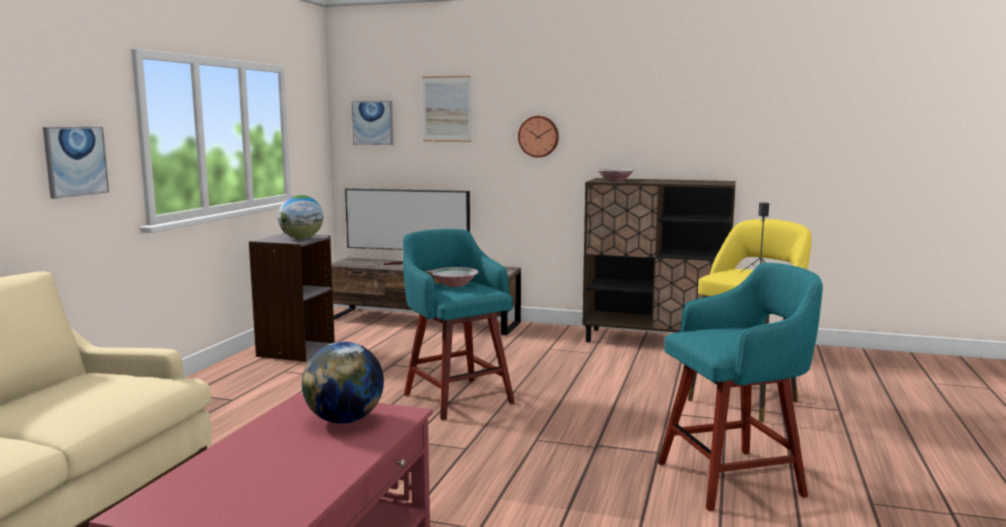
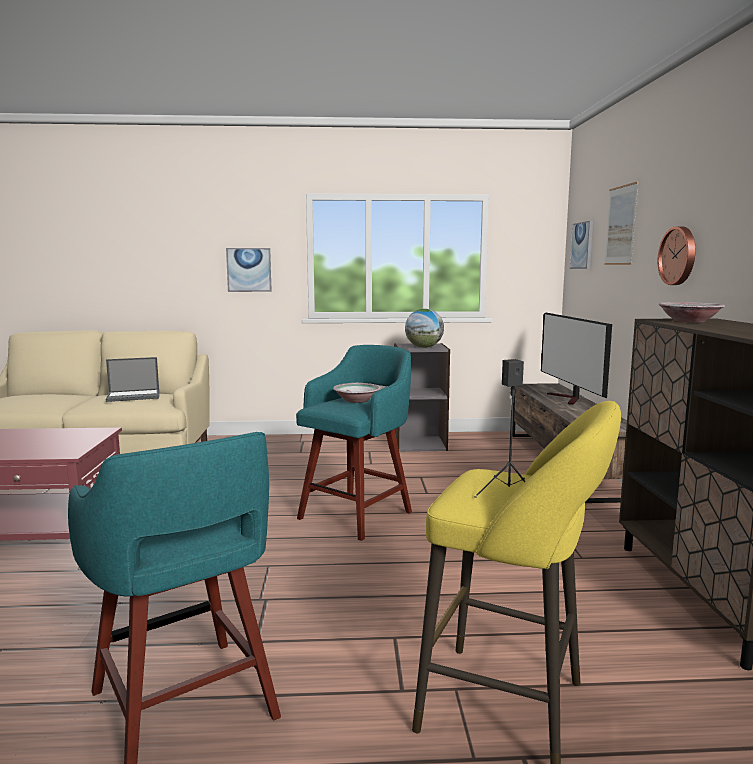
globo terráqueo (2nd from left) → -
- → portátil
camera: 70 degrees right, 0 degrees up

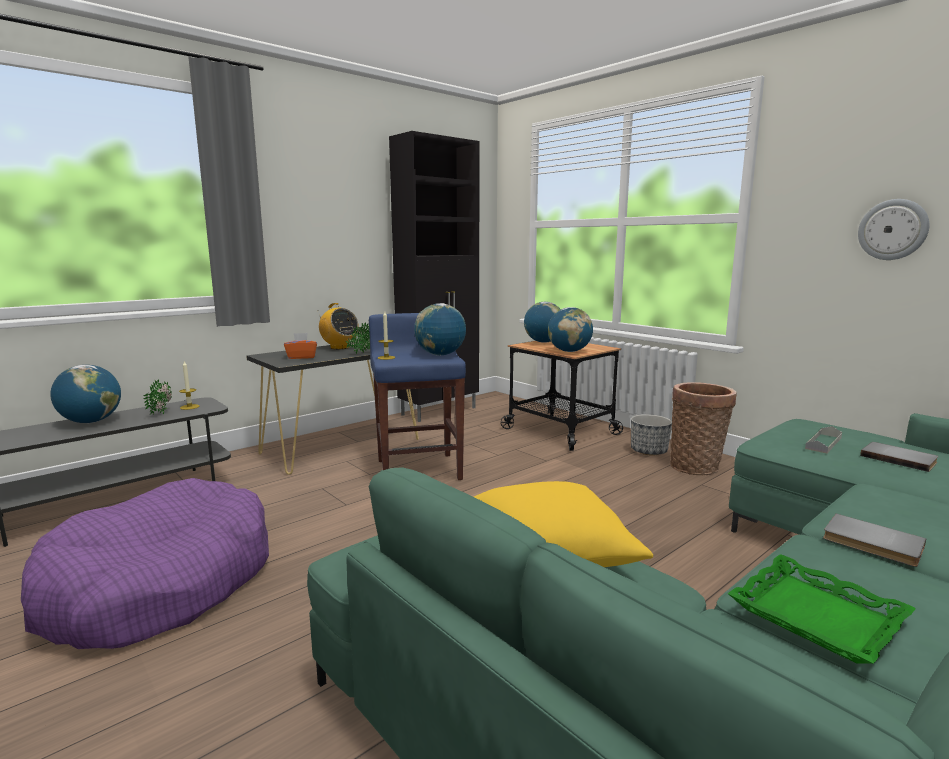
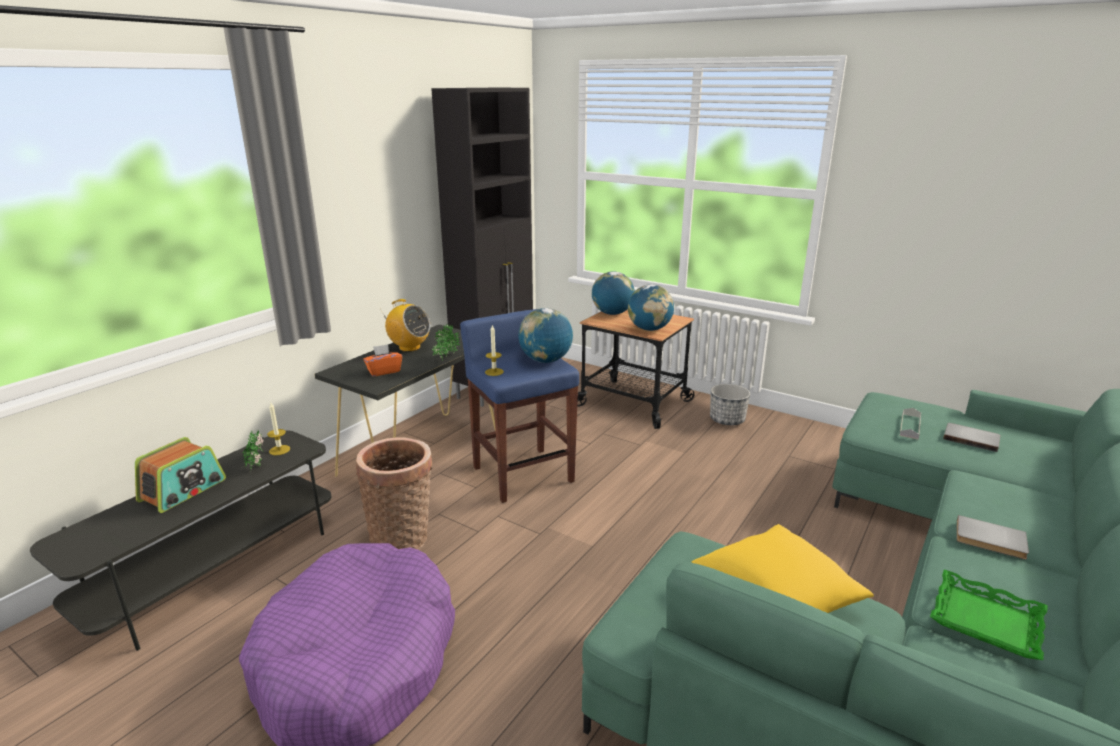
reloj de pared → -
globo terráqueo (1st from left) → radio (1st from left)
cesta, move
camera: 15 degrees left, 10 degrees up

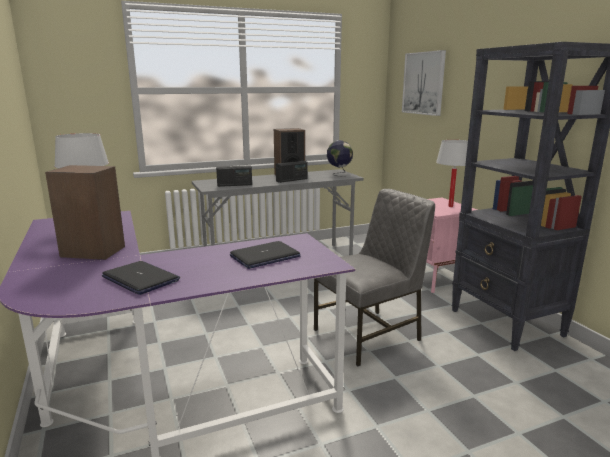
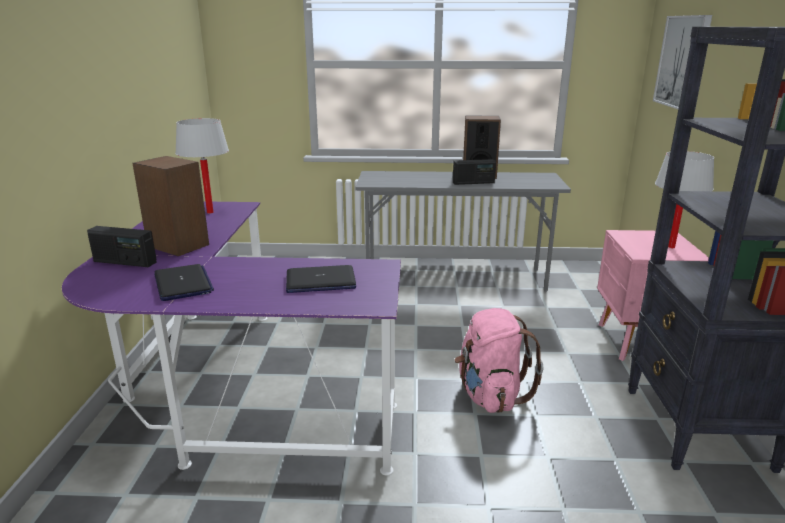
globo terráqueo → -
radio (1st from left), move
silla [gris] → mochila [rosa]
camera: 25 degrees right, 5 degrees up

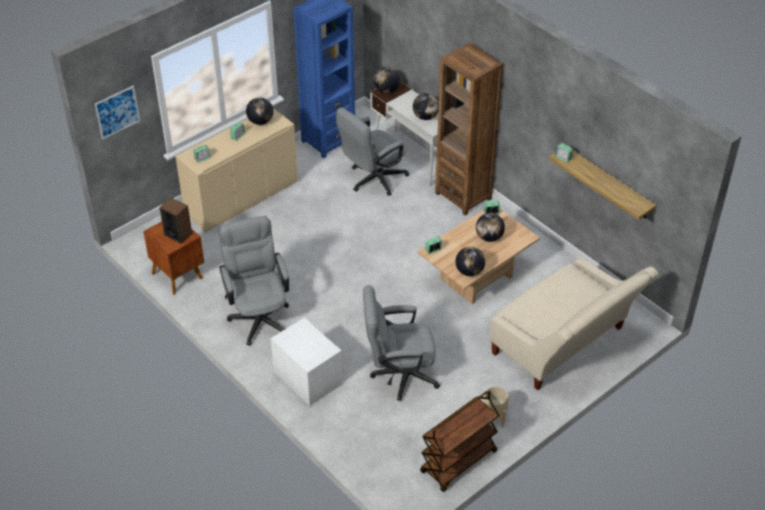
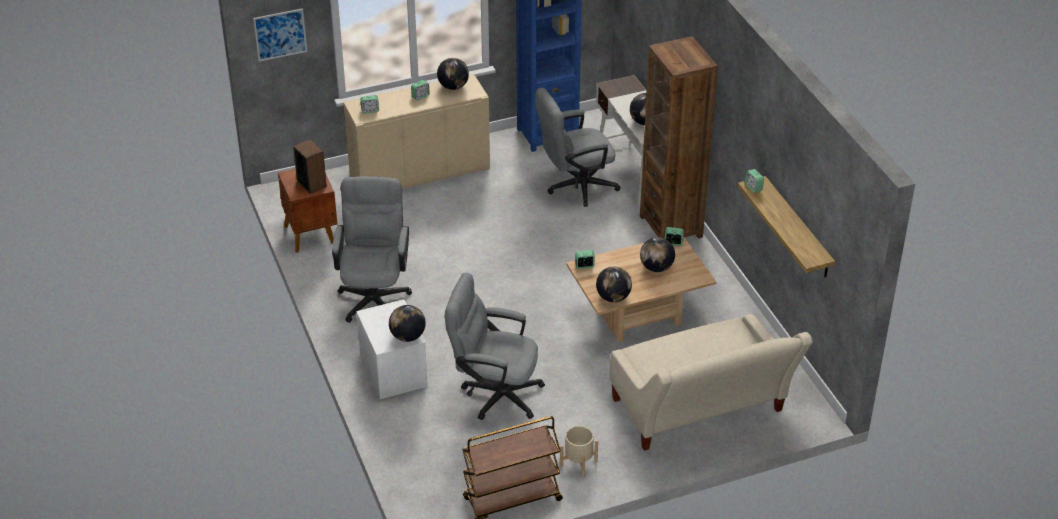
globo terráqueo (2nd from left in the first image) → globo terráqueo (1st from left), move
camera: 20 degrees right, 5 degrees down

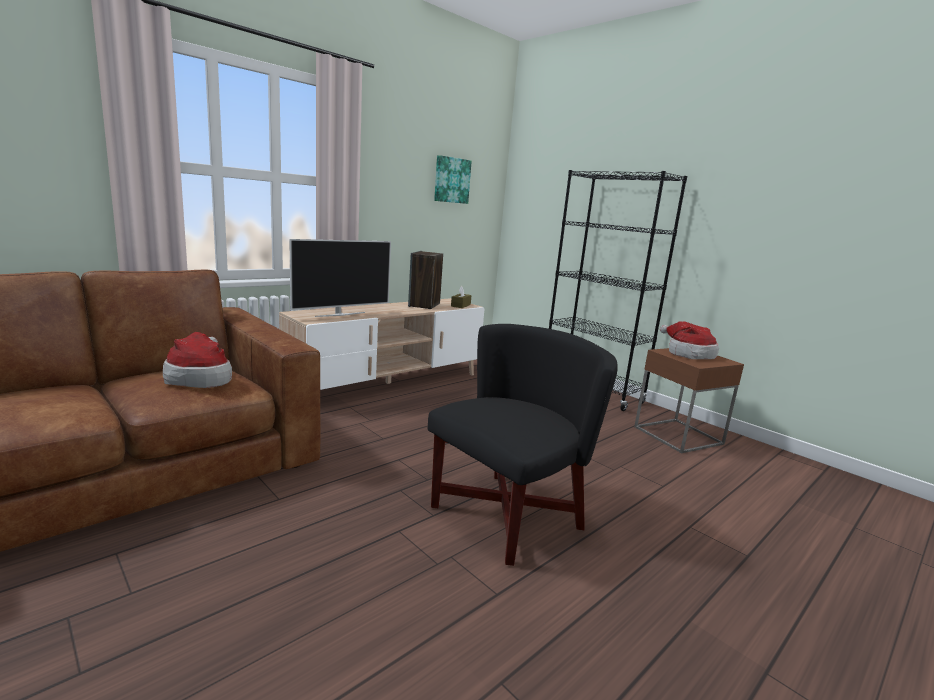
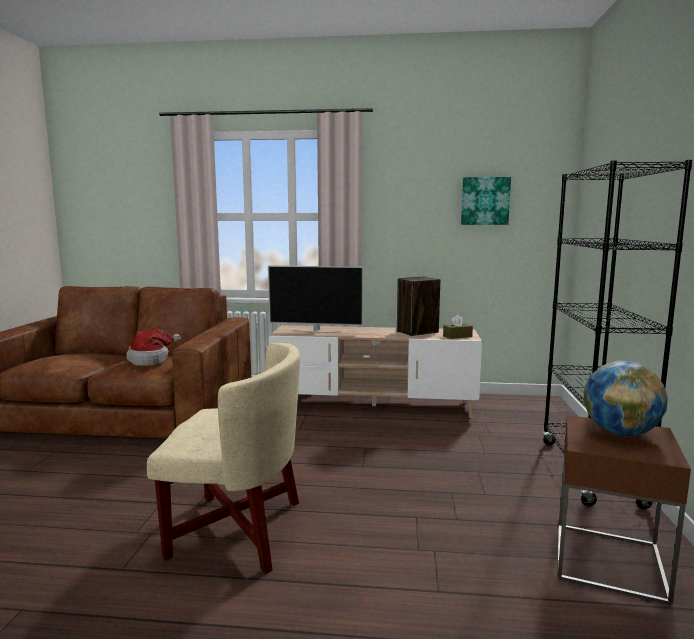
sombrero (2nd from left) → globo terráqueo
sillón [negro] → sillón [beis]
camera: 50 degrees right, 5 degrees down

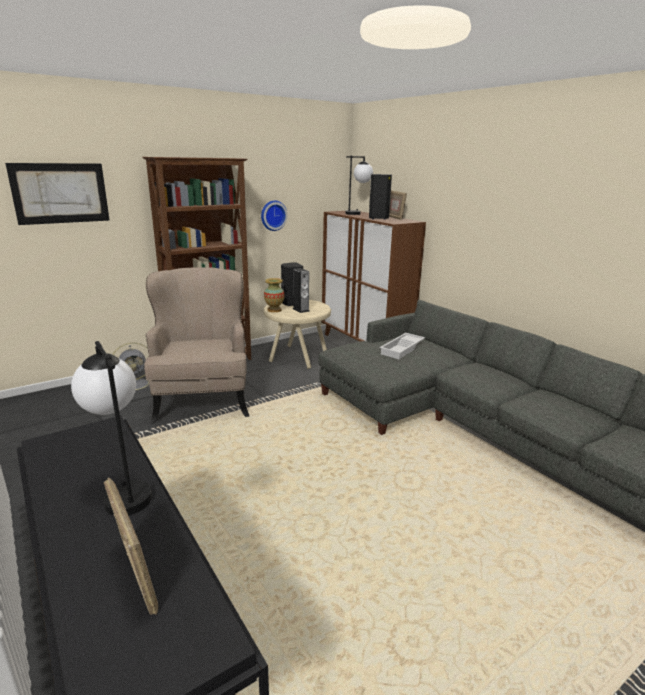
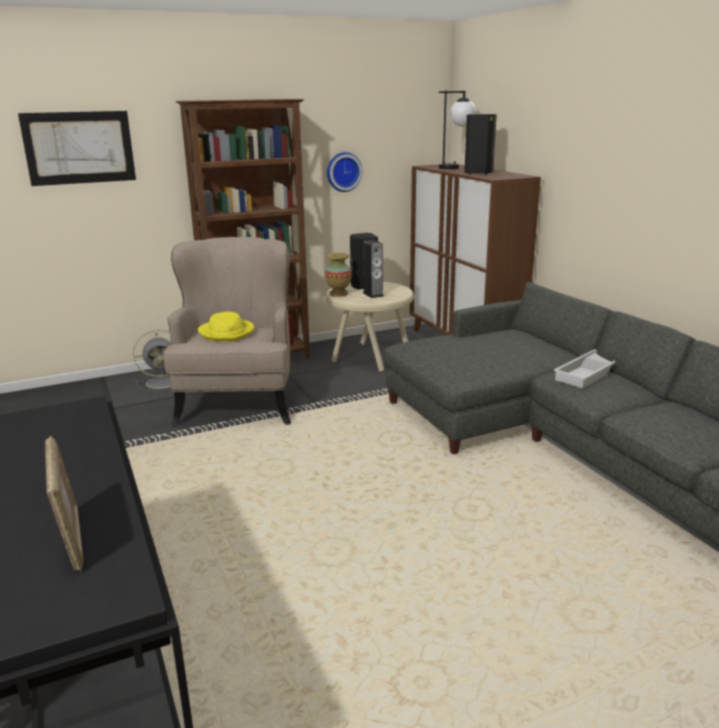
portarretratos (2nd from left) → -
bandeja [blanco], move
lámpara de mesa (1st from left) → -
- → sombrero [amarillo]
camera: 10 degrees right, 0 degrees up

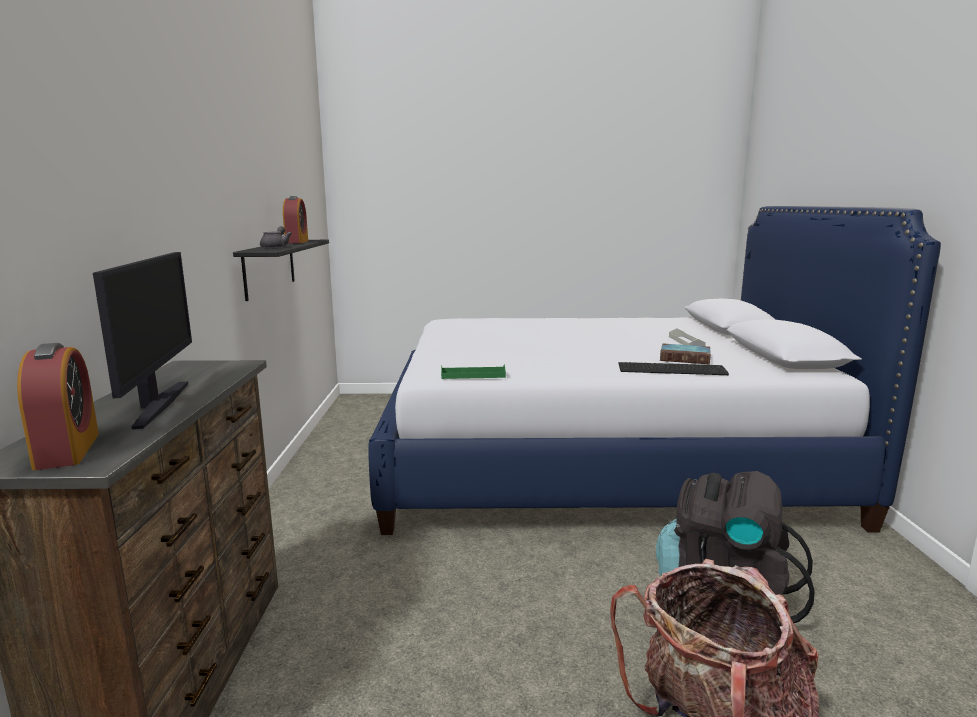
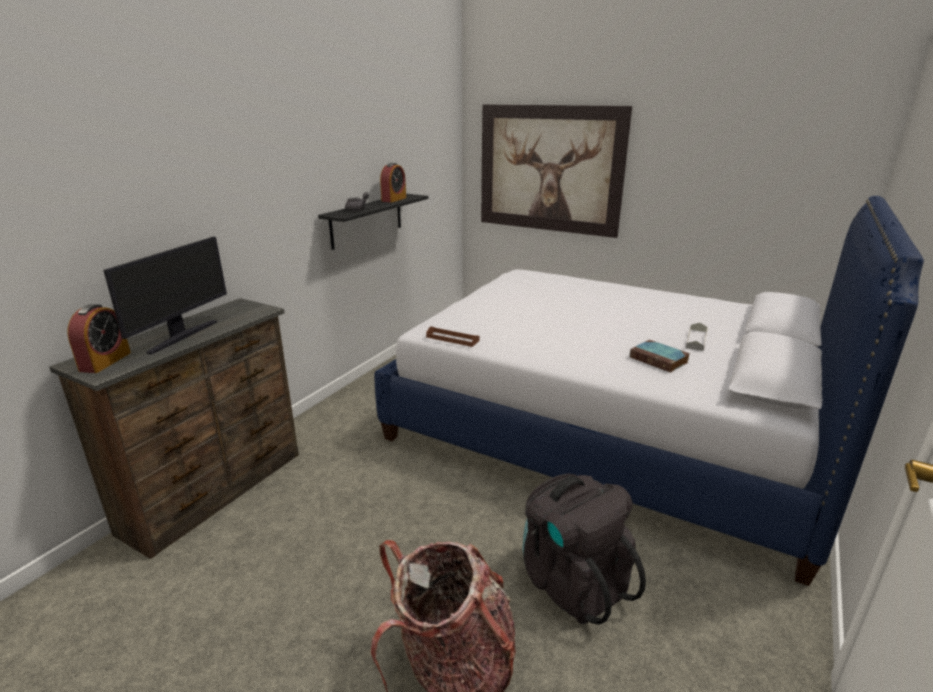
teclado → -
bandeja [verde] → bandeja [marrón]
- → cuadro
camera: 30 degrees right, 10 degrees up

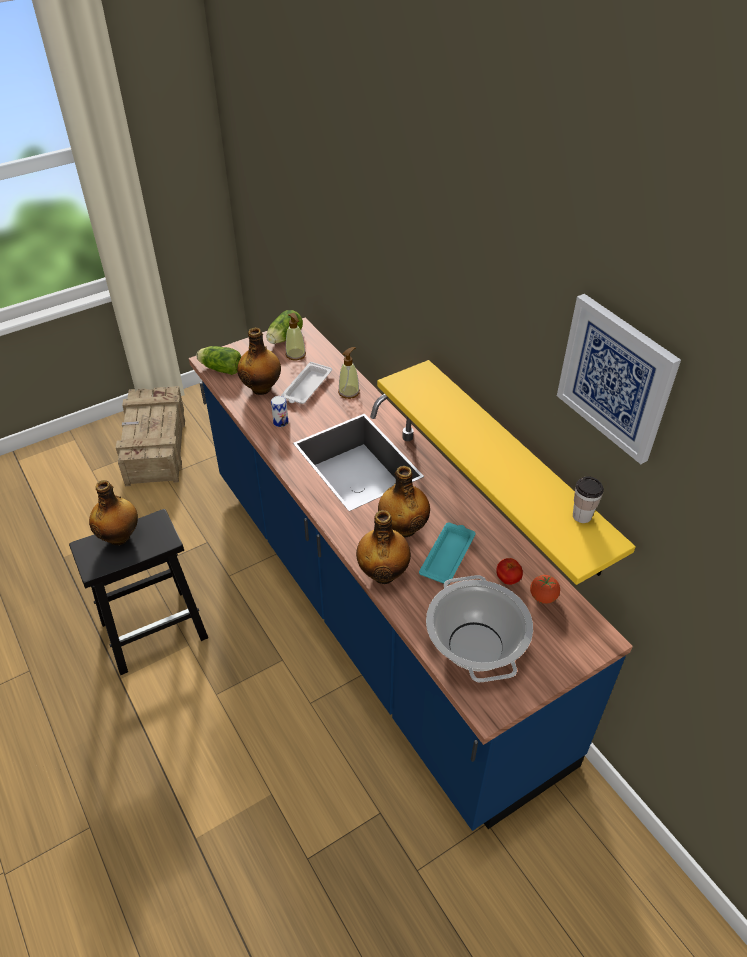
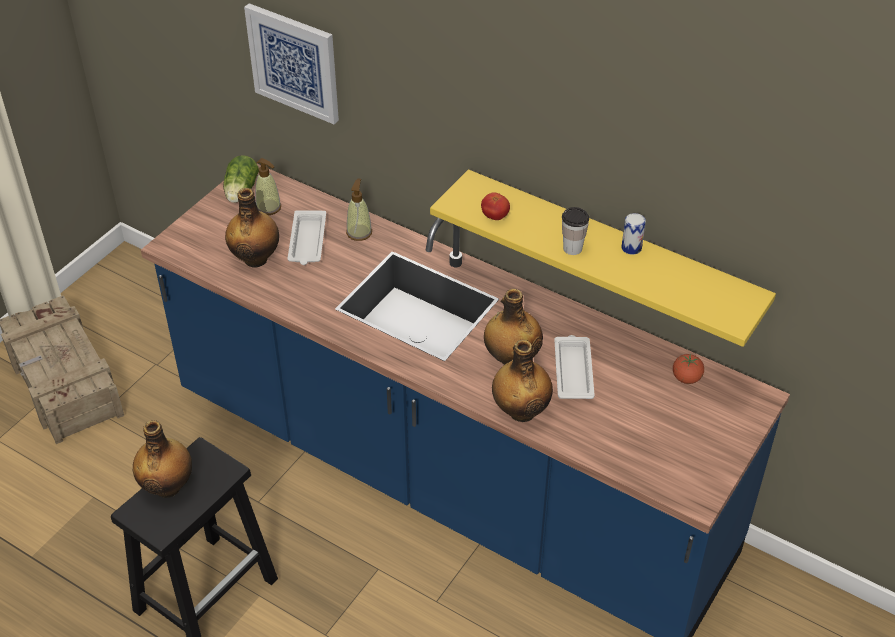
cuadro, move
lechuga (1st from left) → -
lata, move
taza, move
bandeja [turquesa] → bandeja [blanco] (2nd from left)
tomate (1st from left), move
olla → -
camera: 25 degrees left, 0 degrees up

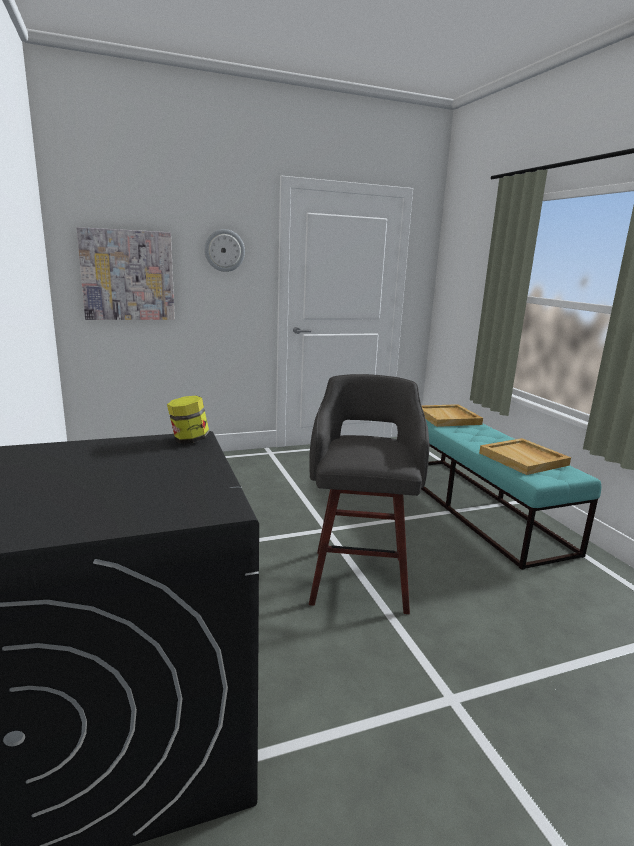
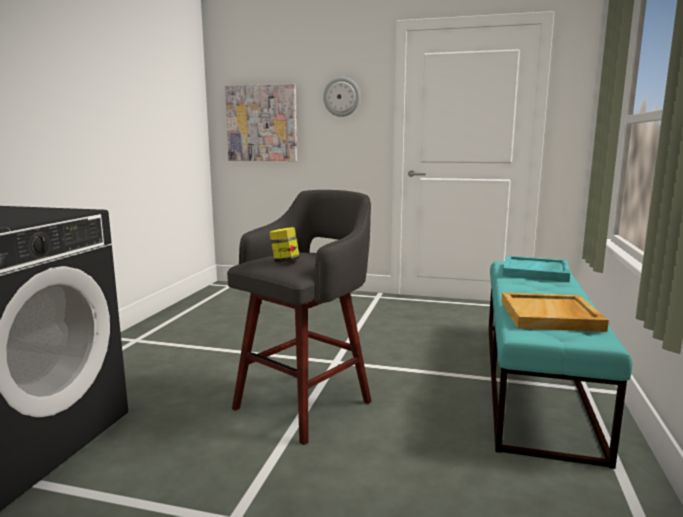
tarro, move
bandeja [beis] (1st from left) → bandeja [turquesa]
camera: 35 degrees right, 5 degrees down

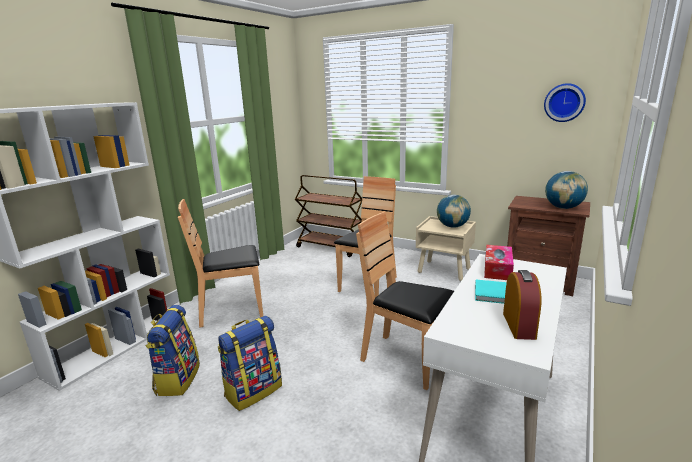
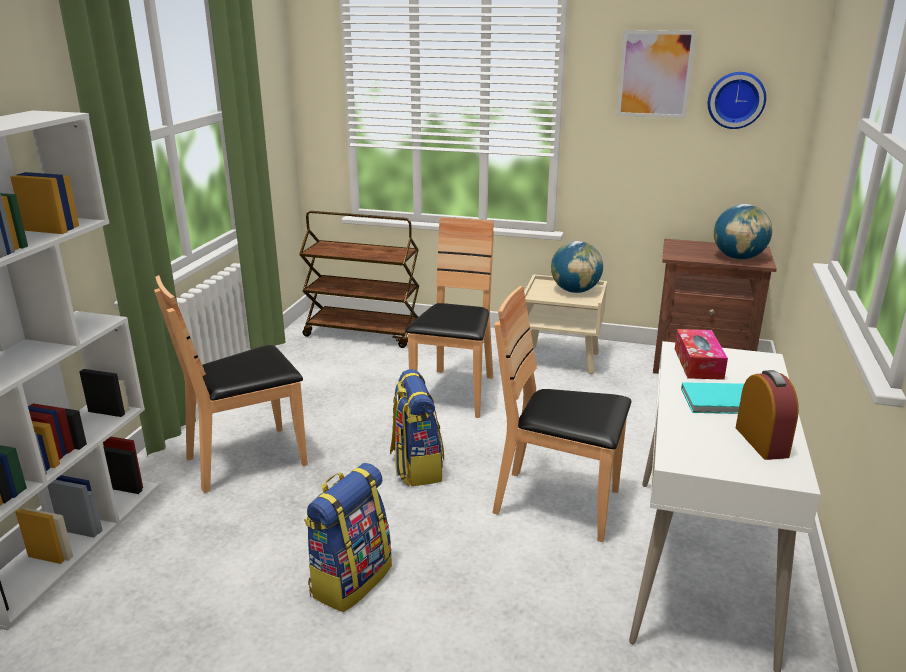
mochila (1st from left in the first image) → mochila (2nd from left), move
- → cuadro
camera: 15 degrees left, 5 degrees up

